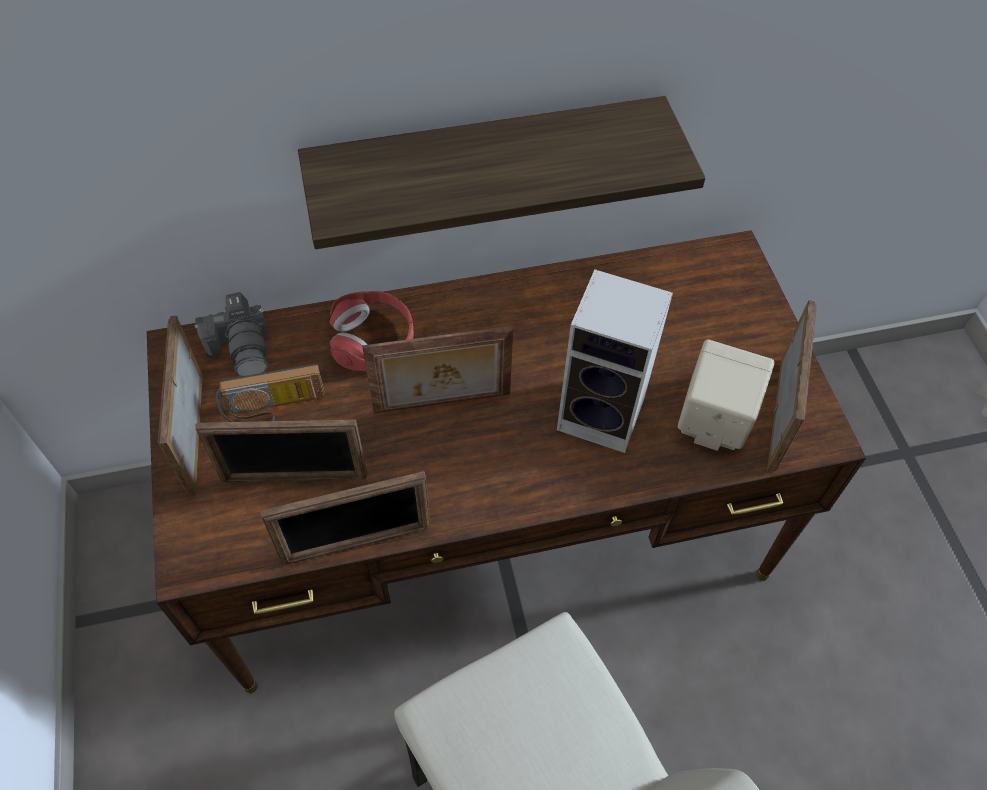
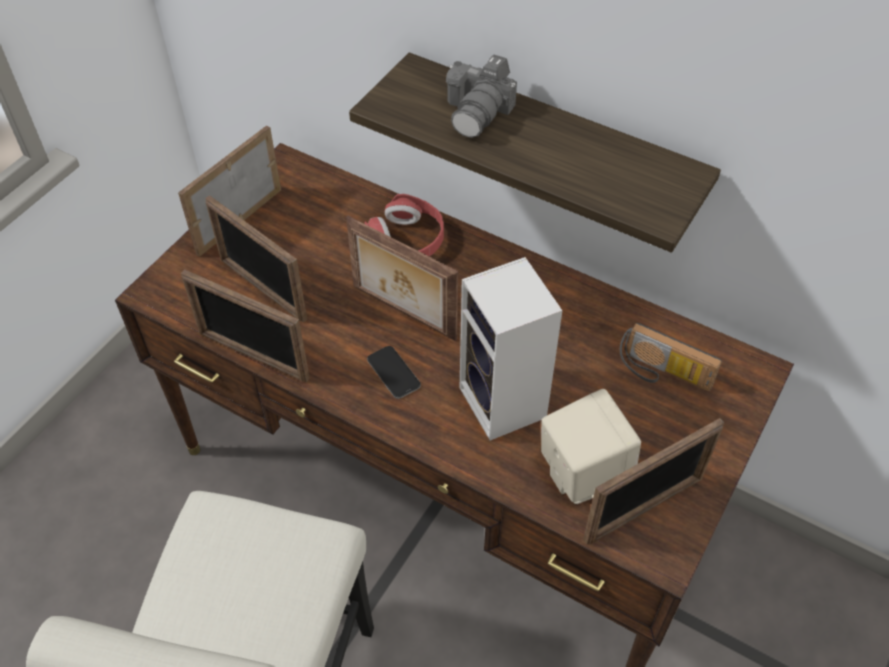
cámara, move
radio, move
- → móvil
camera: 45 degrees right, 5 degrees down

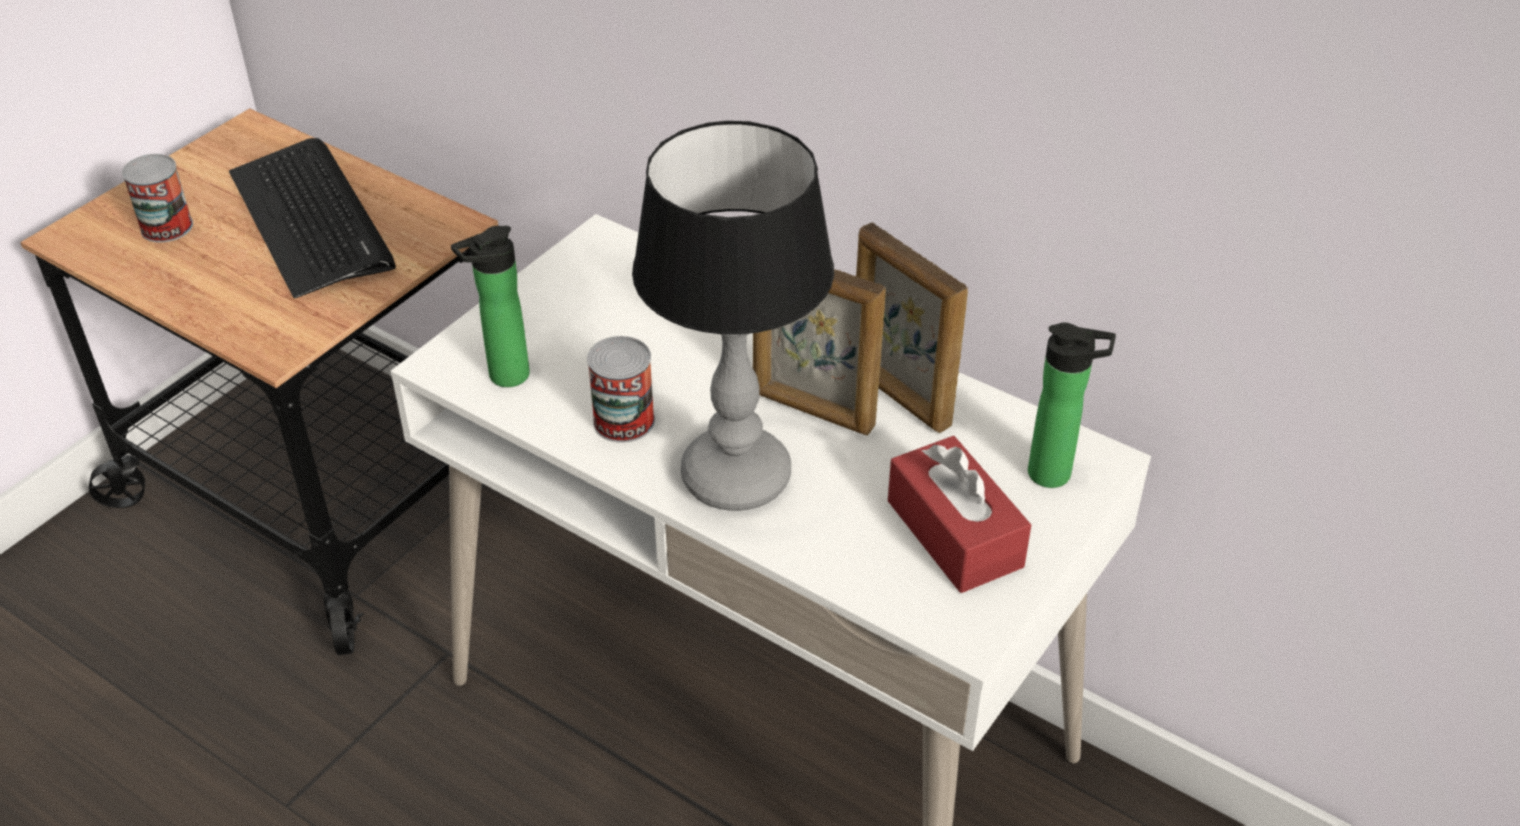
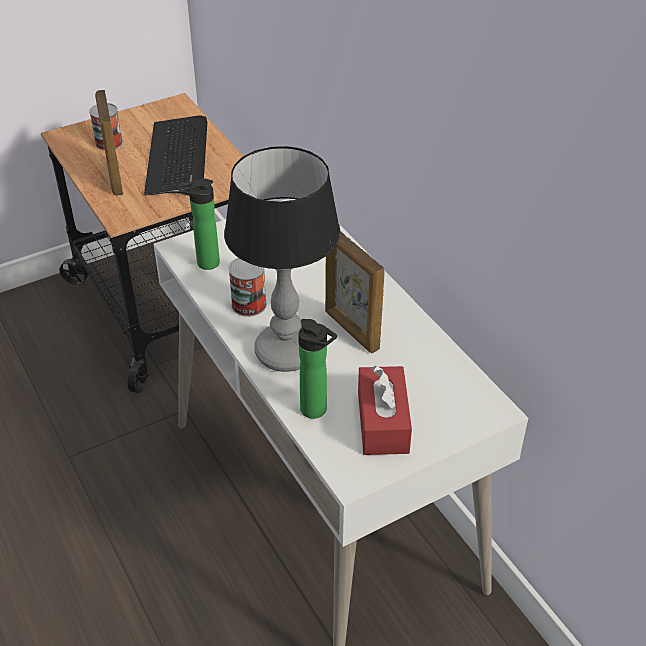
portarretratos (2nd from left in the first image) → portarretratos (1st from left), move
botella (2nd from left), move
camera: 25 degrees right, 0 degrees up

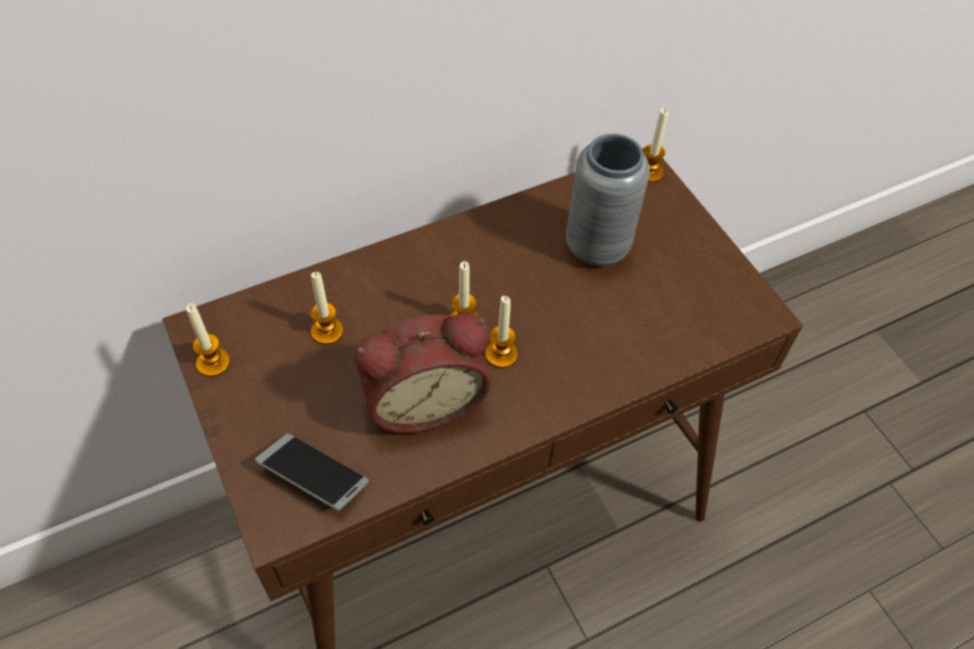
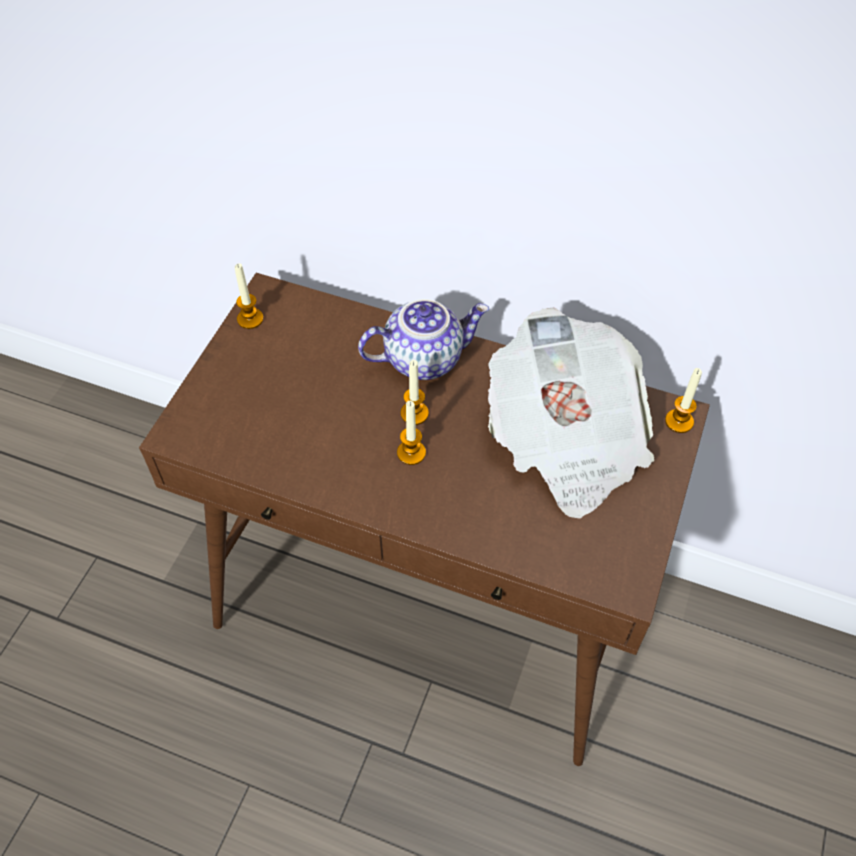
florero [gris] → periódico
vela (2nd from left) → -
despertador → -
móvil → -
- → tetera
camera: 50 degrees right, 0 degrees up

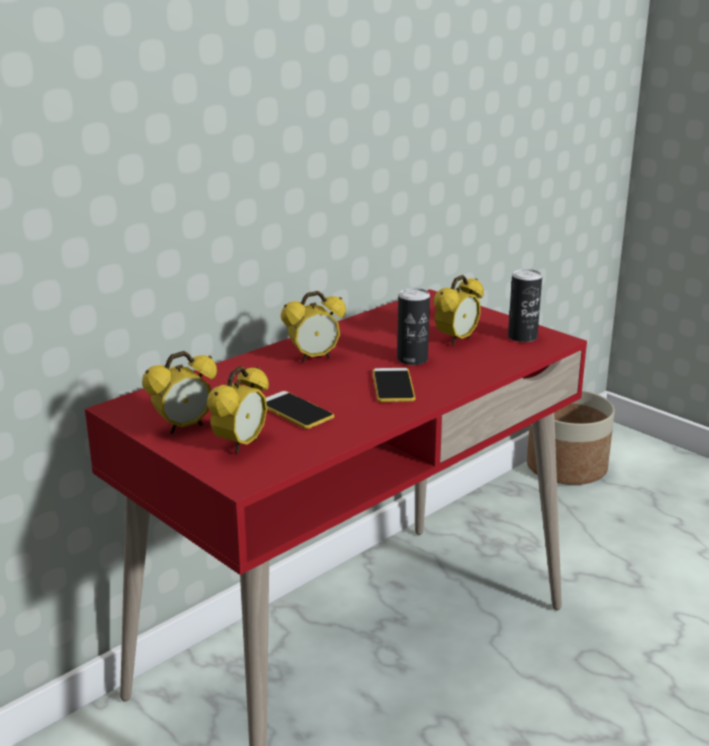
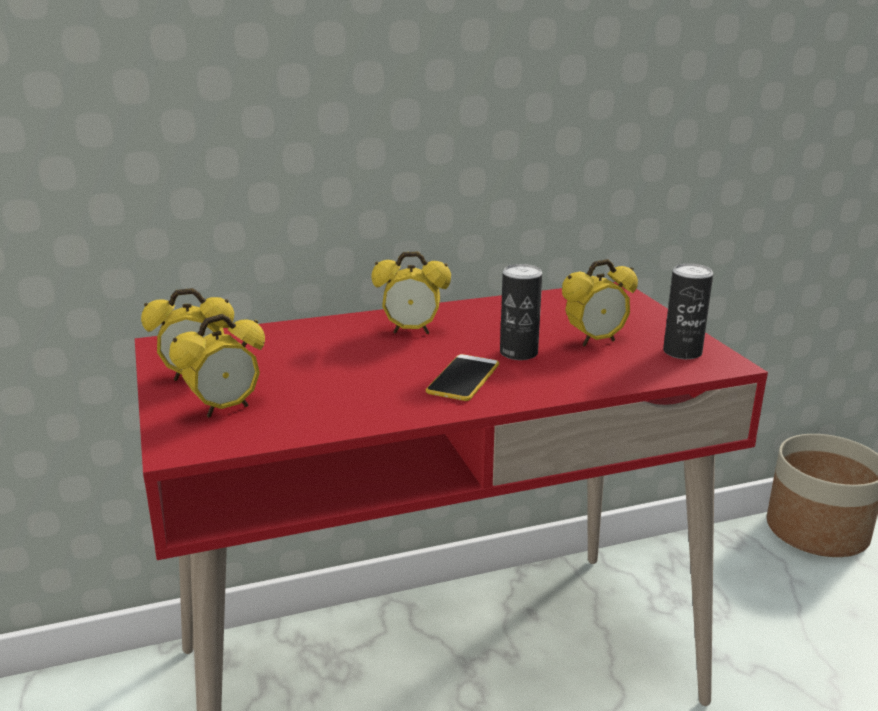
móvil (1st from left) → -
camera: 25 degrees right, 0 degrees up

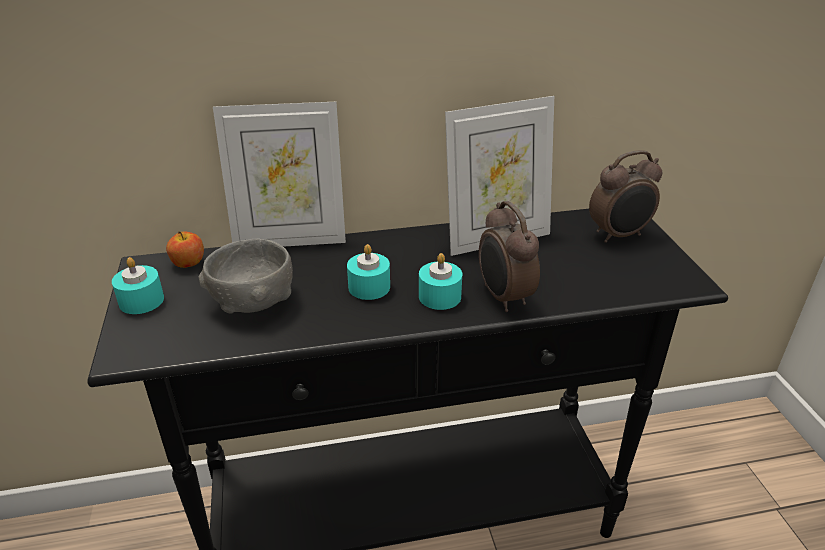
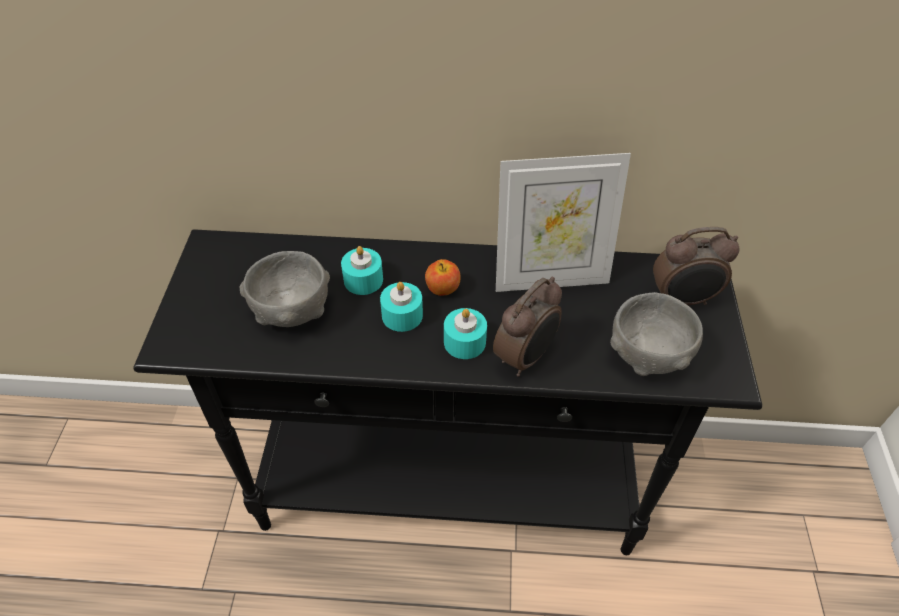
portarretratos (1st from left) → -
despertador (1st from left), 135 degrees counterclockwise
manzana, move
vela [turquesa] (1st from left), move
- → cuenco [gris] (2nd from left)
camera: 15 degrees right, 15 degrees up

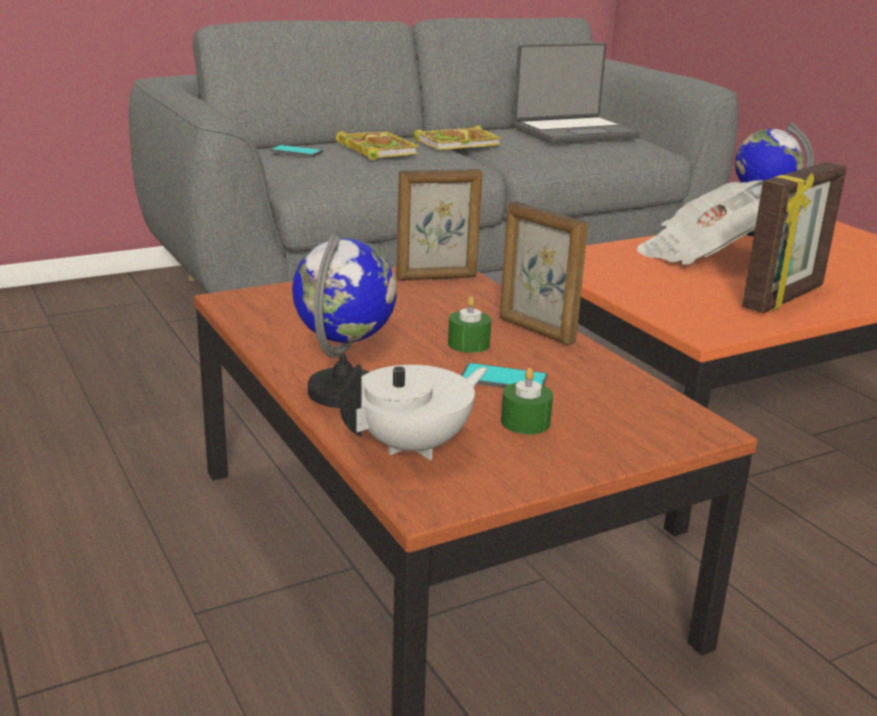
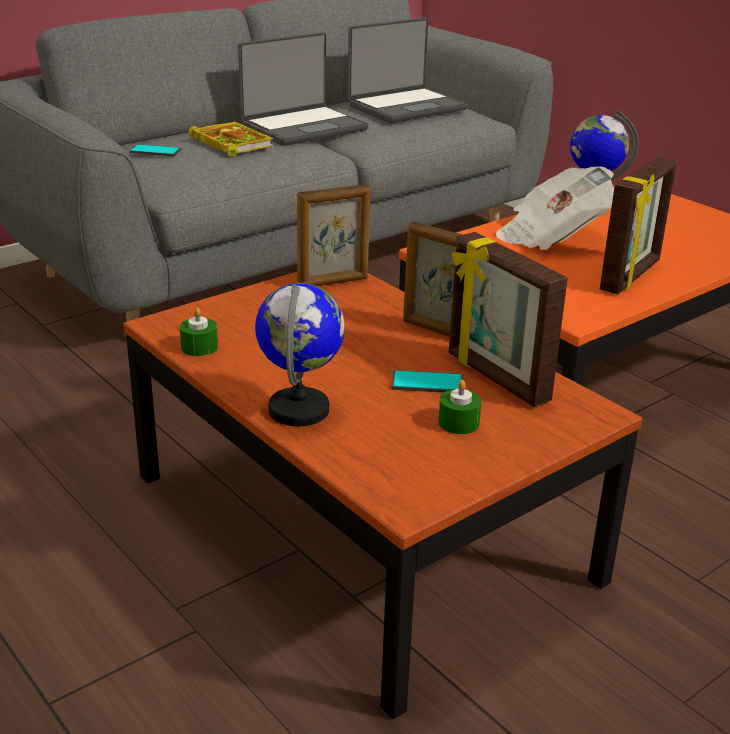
libro (2nd from left) → portátil (1st from left)
vela [verde] (1st from left), move
tetera [blanco] → -
- → portarretratos (3rd from left)
camera: 10 degrees left, 5 degrees up

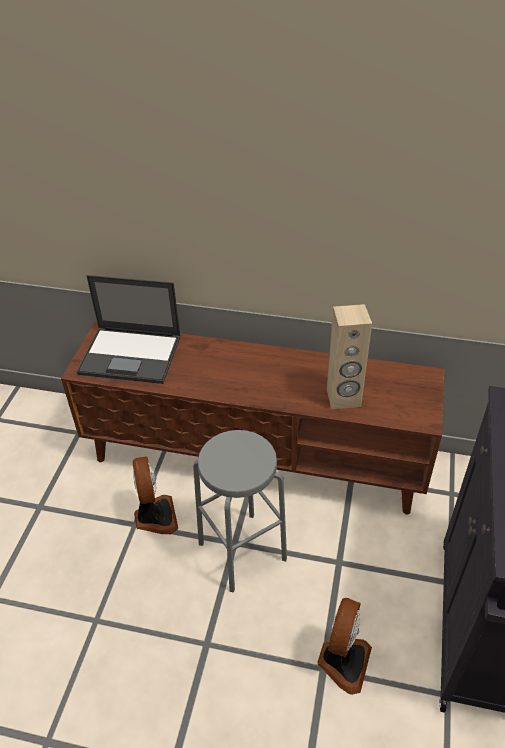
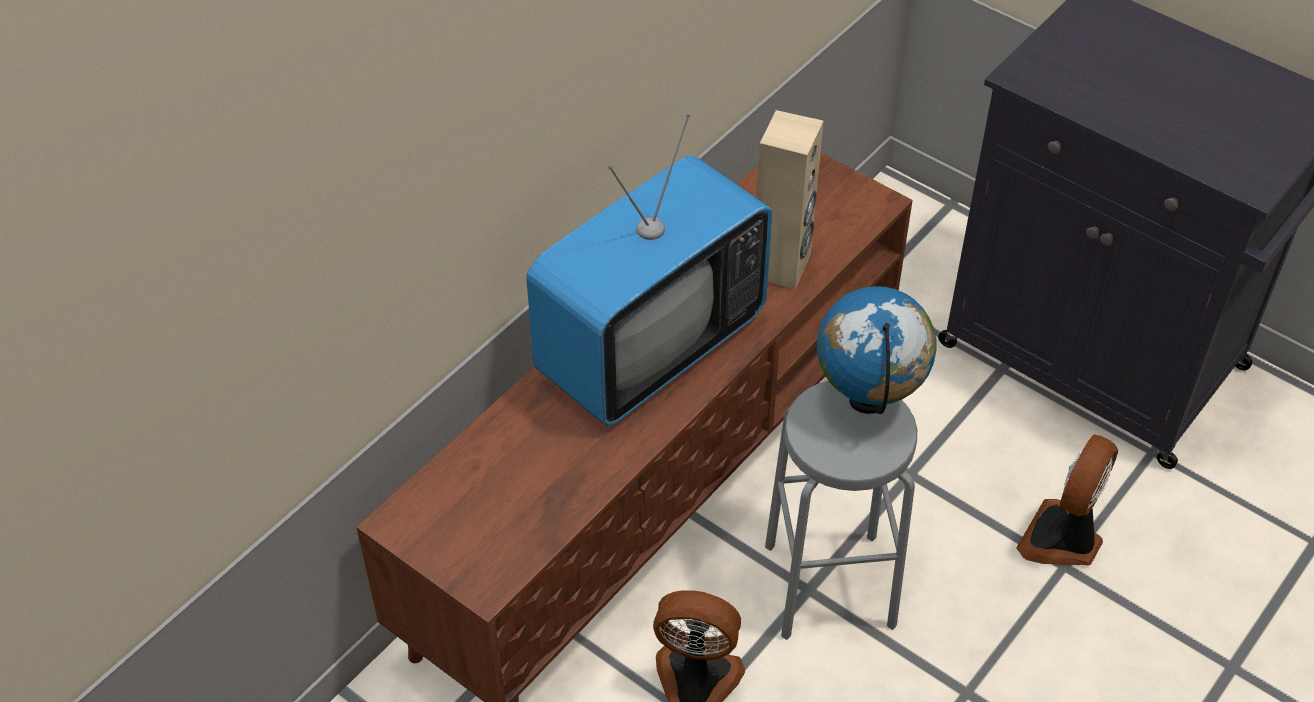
portátil → -
ventilador (2nd from left), 105 degrees counterclockwise
- → televisor
- → globo terráqueo
camera: 65 degrees left, 5 degrees up

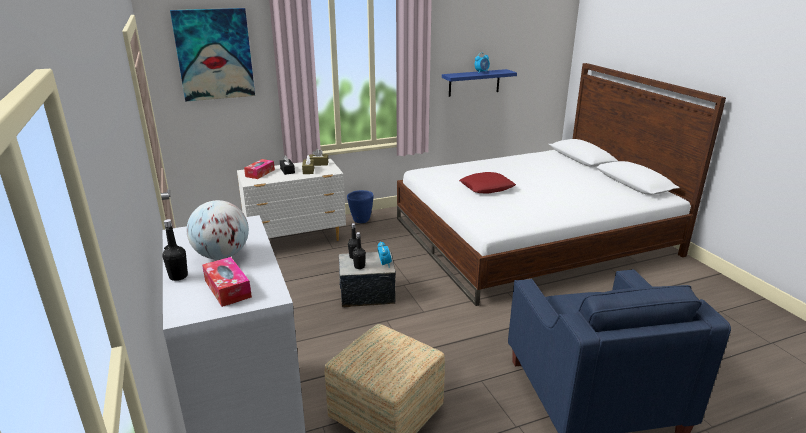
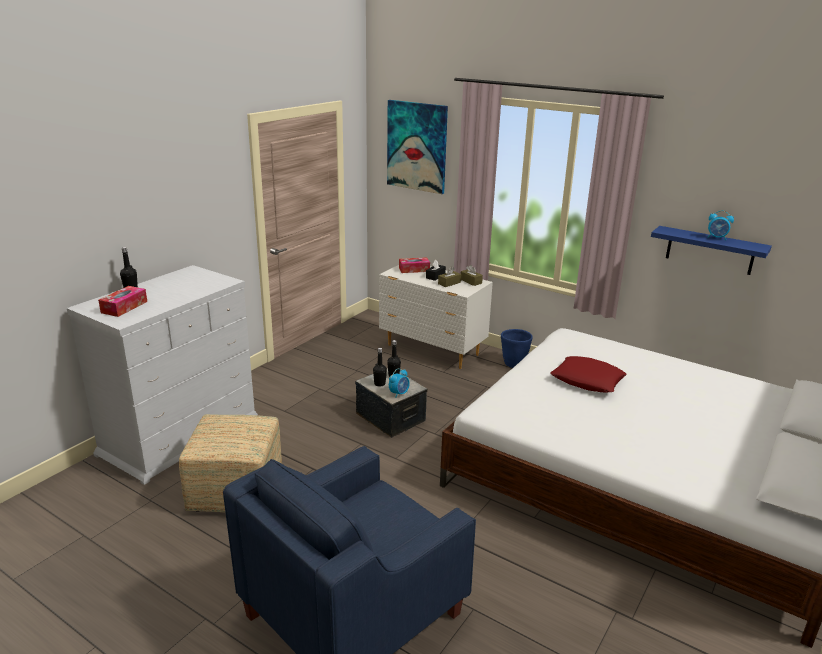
globo terráqueo → -
camera: 55 degrees right, 0 degrees up

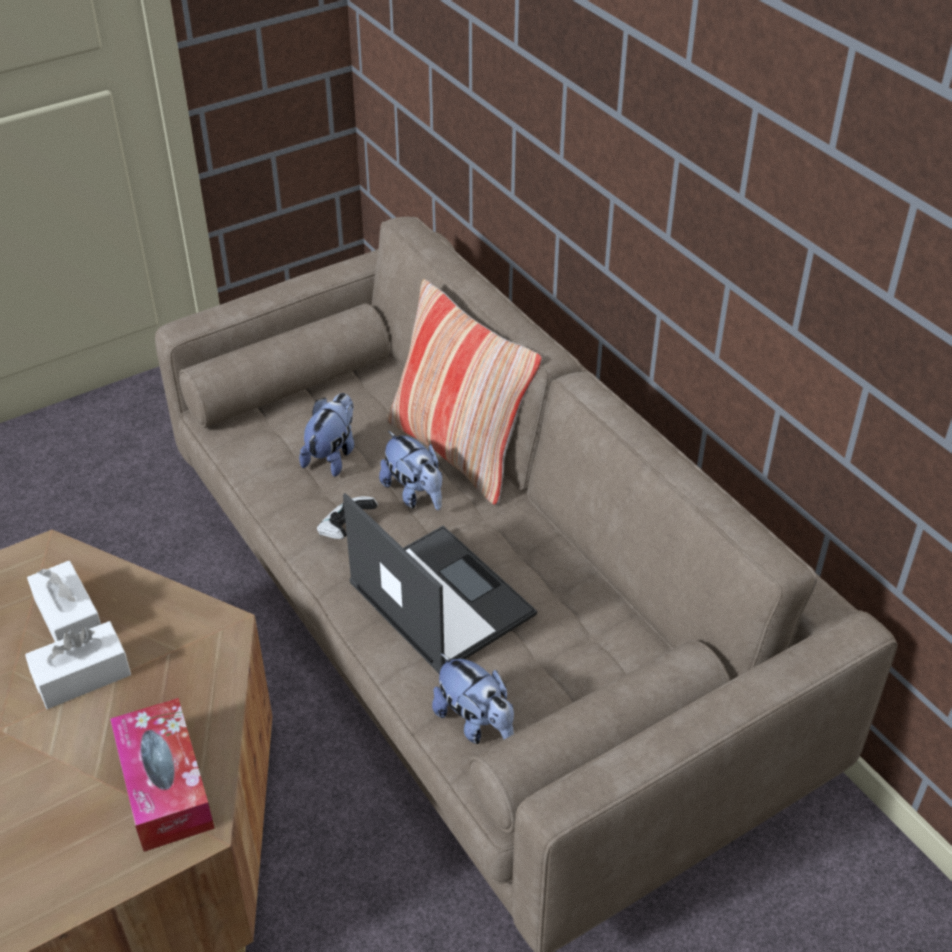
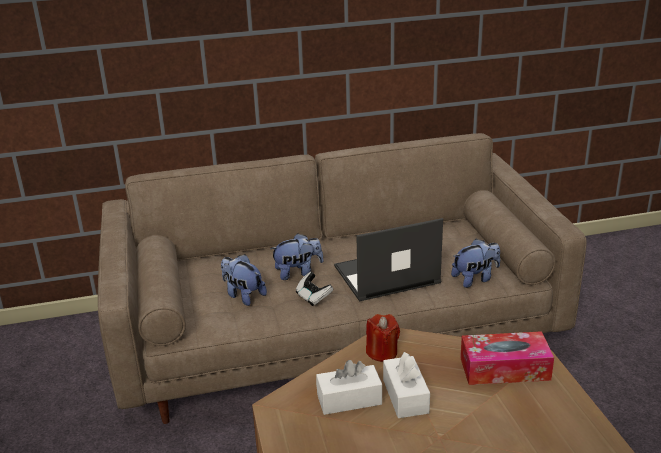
cojín → -
- → vela [rojo]
camera: 70 degrees left, 15 degrees down

